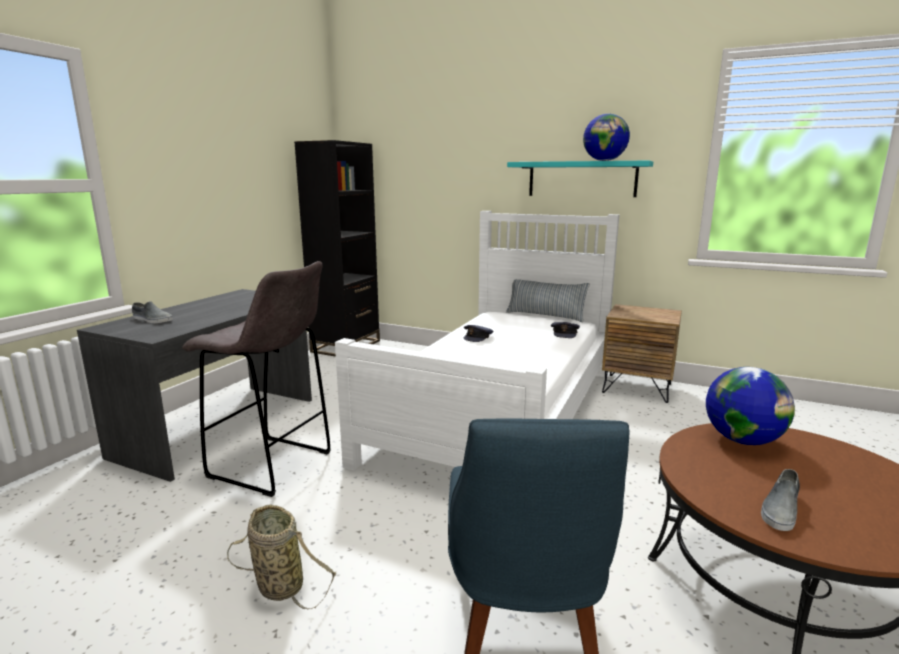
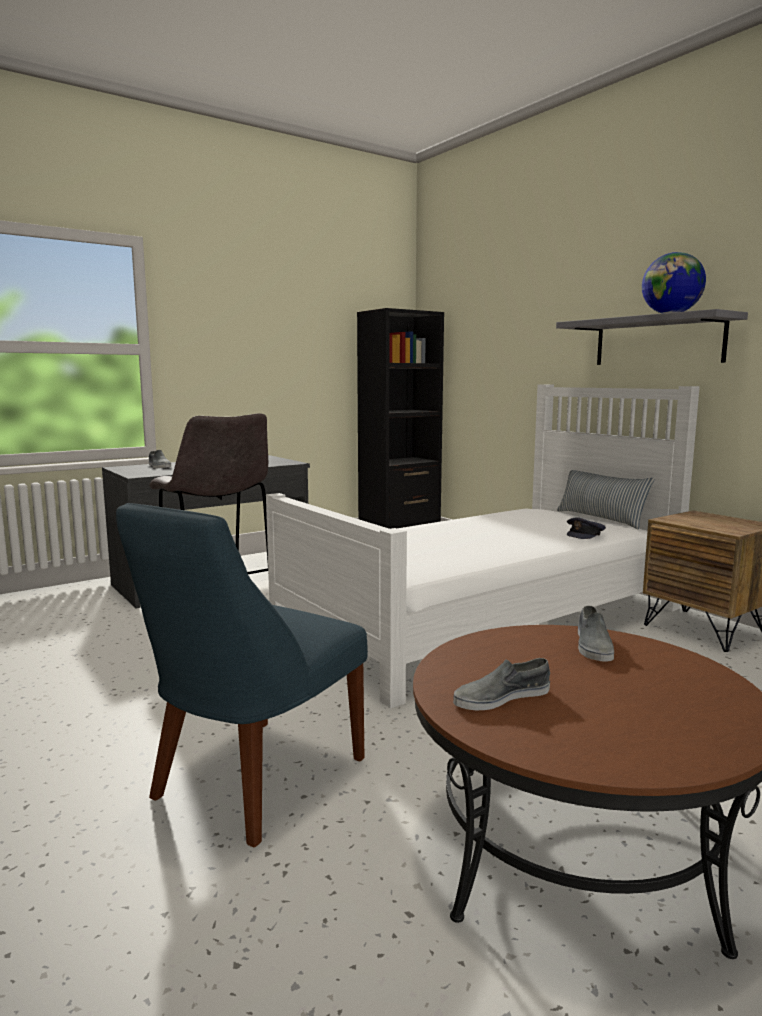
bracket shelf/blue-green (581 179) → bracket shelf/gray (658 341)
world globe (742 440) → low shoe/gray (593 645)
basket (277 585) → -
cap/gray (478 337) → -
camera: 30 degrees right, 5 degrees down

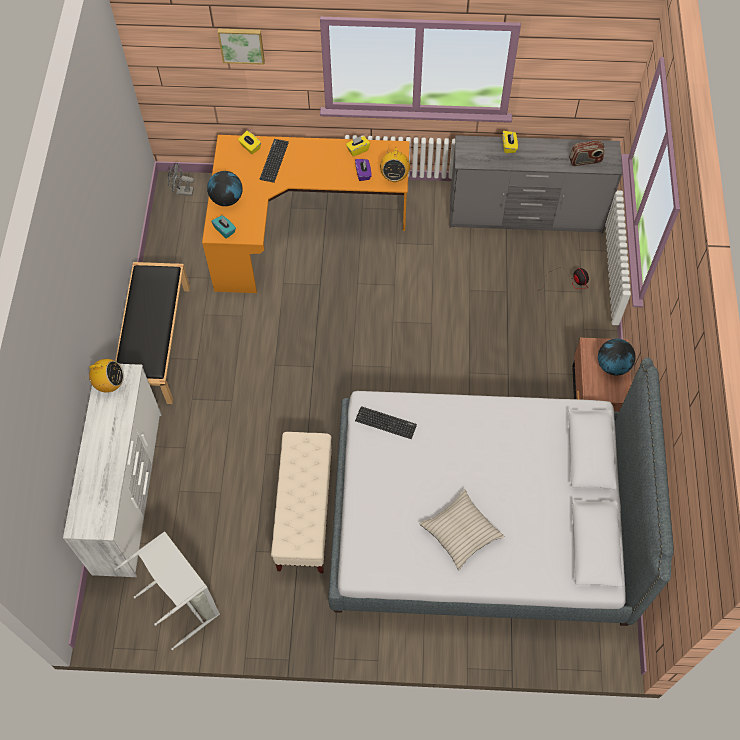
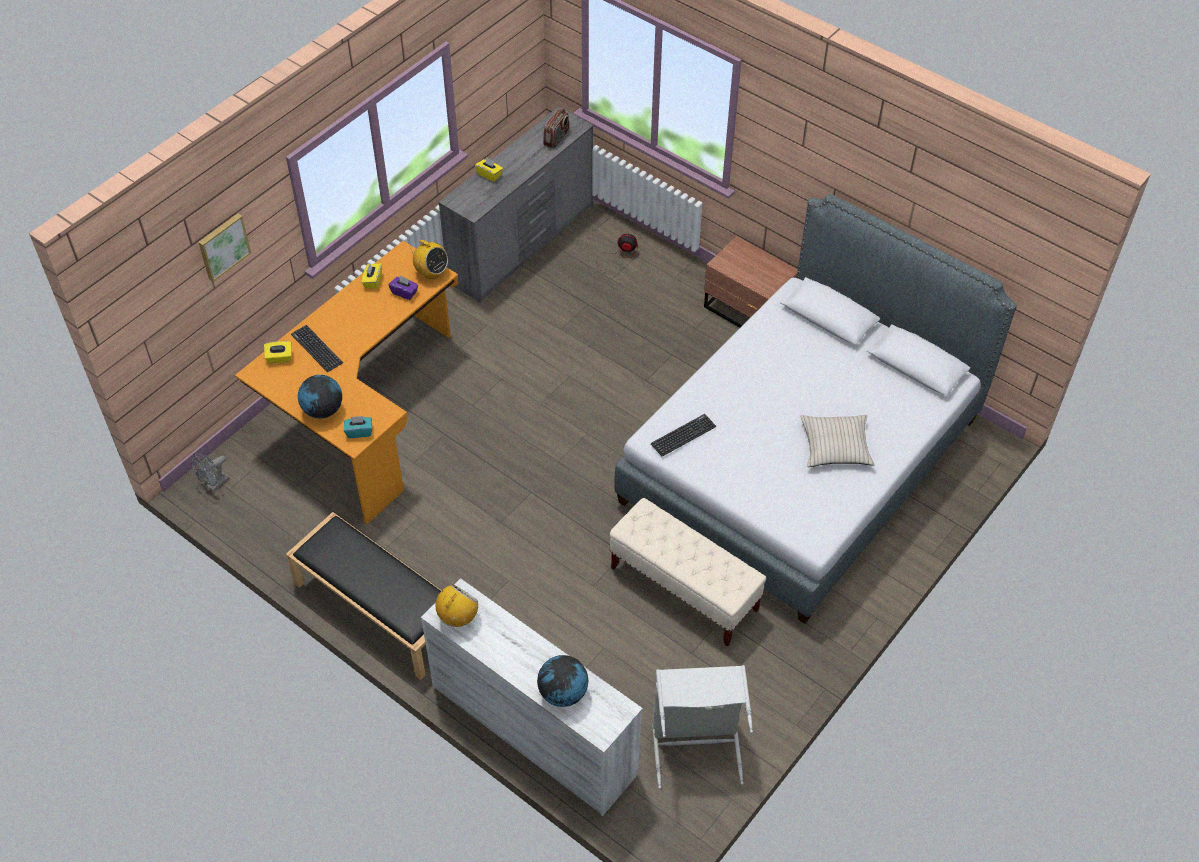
world globe (612 366) → world globe (563 693), move
camera: 55 degrees left, 10 degrees down

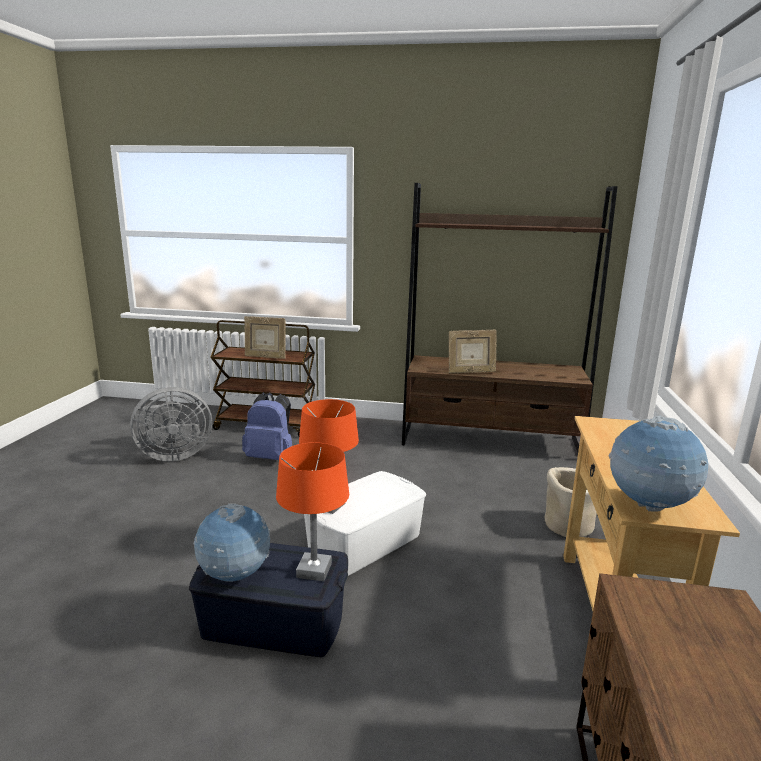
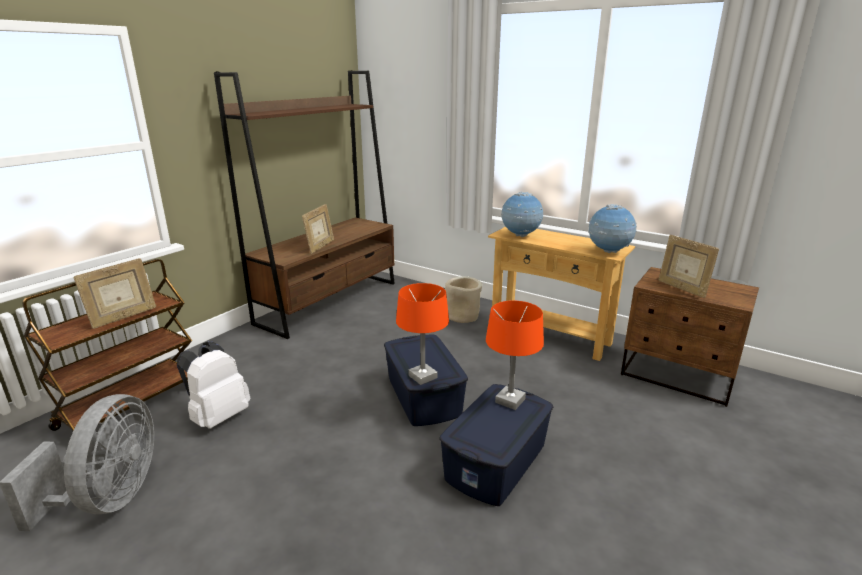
backpack/bluish (270 457) → backpack/white-coloured (218 417)
storage bin/white-coloured (364 542) → storage bin/bluish (423 396)
world globe (235 577) → world globe (520 236), move
- → picture frame (682 289)
camera: 65 degrees left, 5 degrees up

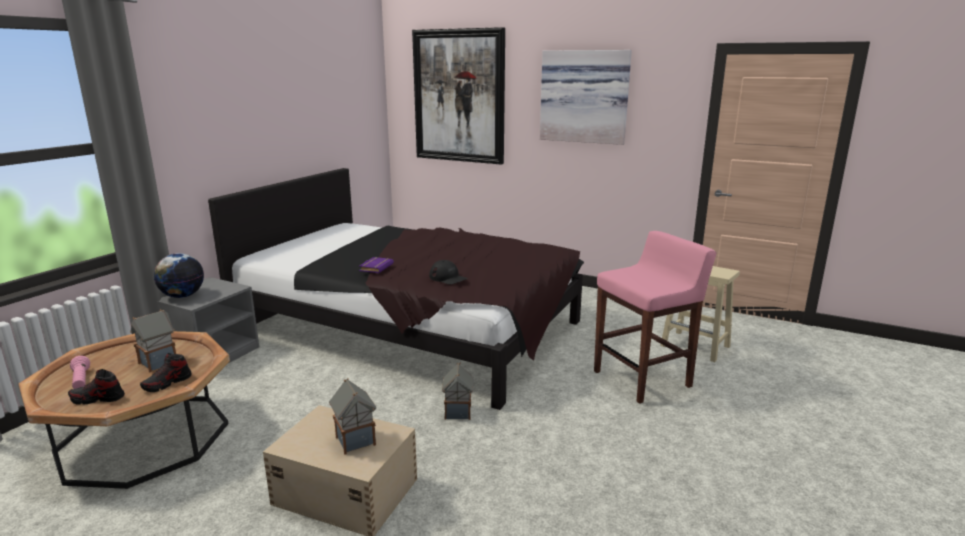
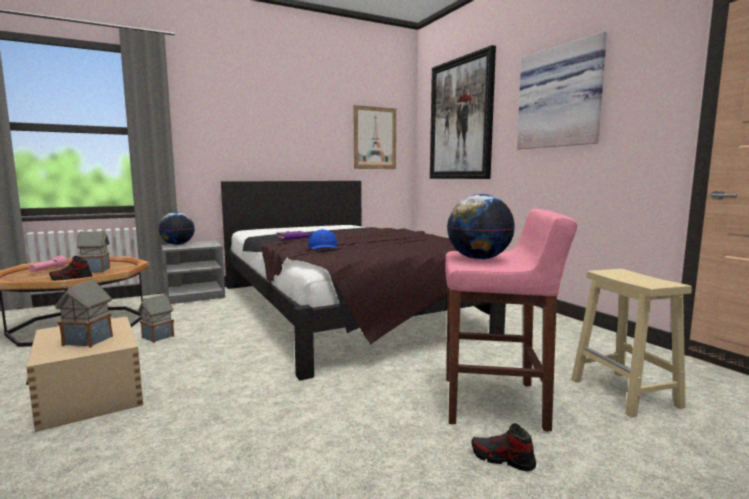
toy house (458 413) → toy house (157 337), move
cap/black (448 278) → cap/bluish (323 246)
- → wall art (375 138)
- → world globe (478 259)
low shoe (98 399) → low shoe (502 459), move
camera: 35 degrees right, 10 degrees down

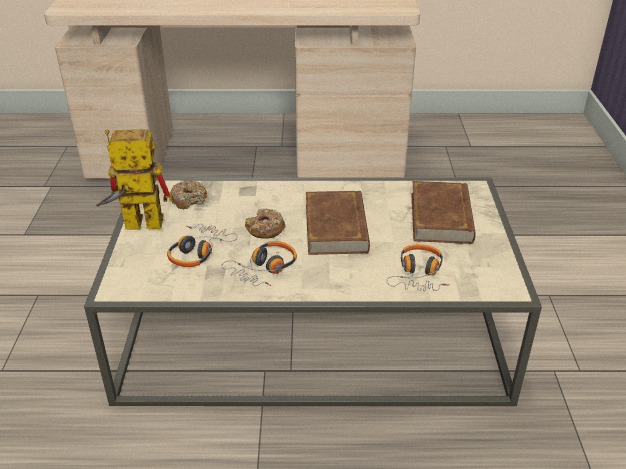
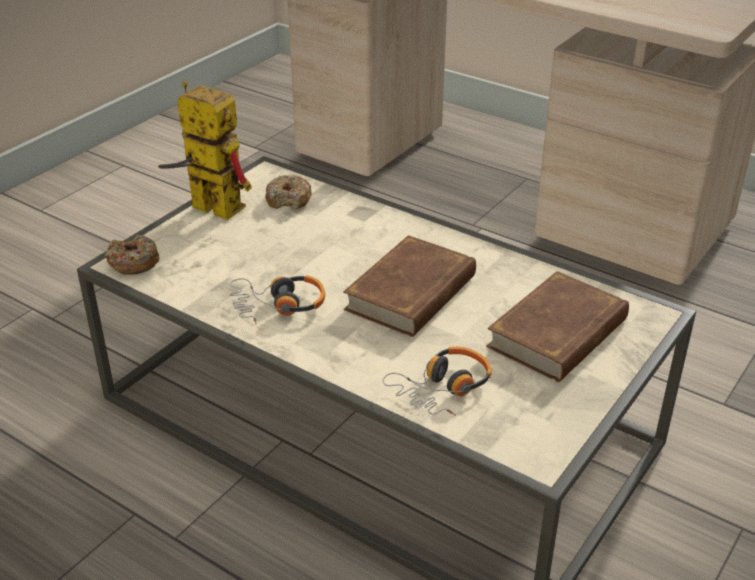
ring doughnut (265 229) → ring doughnut (133 262), move
headphones (199 251) → -
camera: 35 degrees right, 0 degrees up

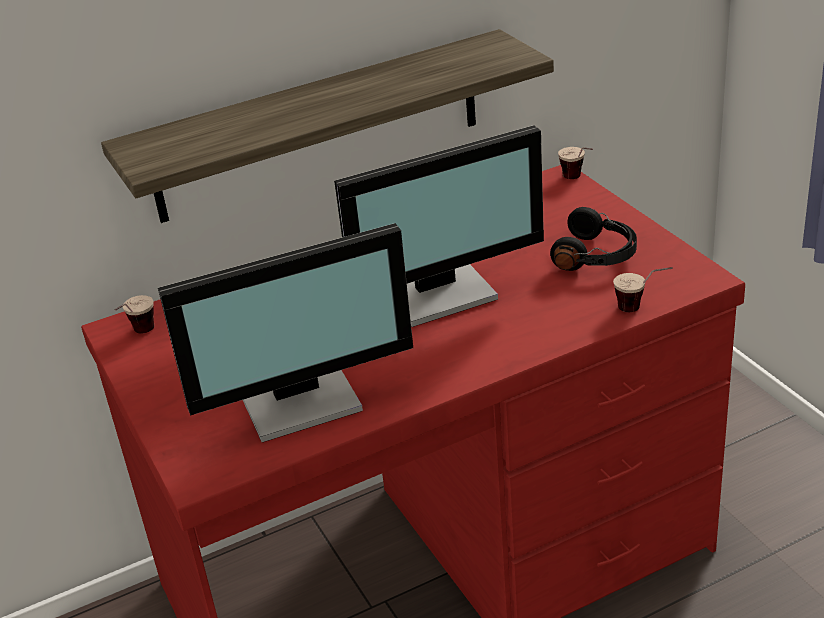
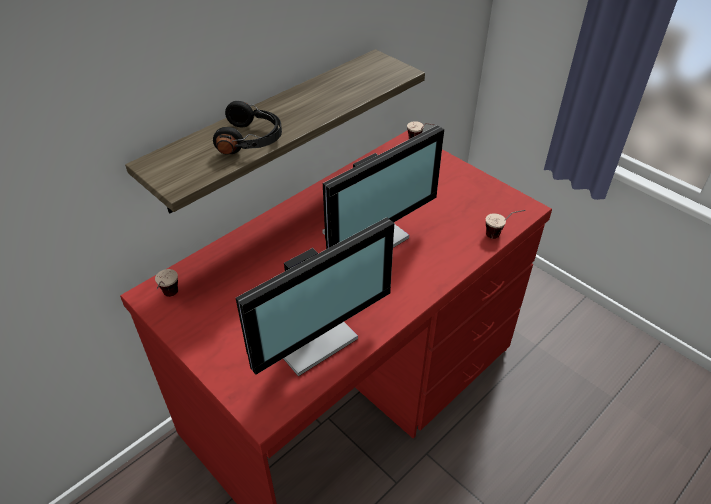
headphones/black (596 256) → headphones/black (251 140), move
camera: 20 degrees left, 10 degrees up

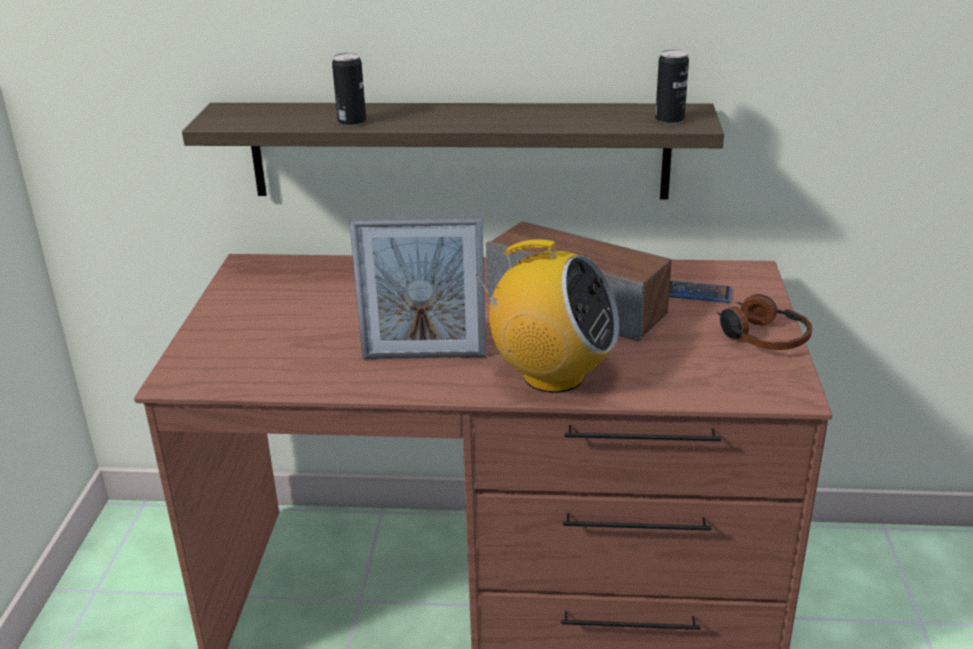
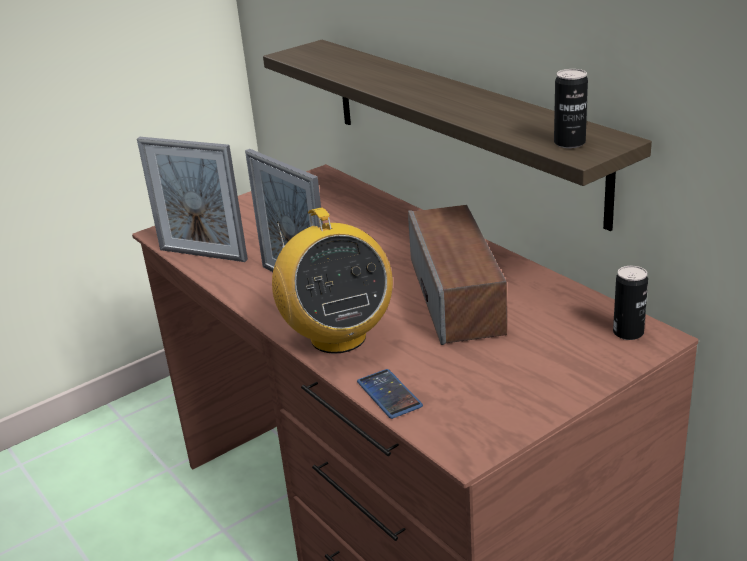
- → picture frame (203 254)
telephone (698 293) → telephone (389 394), move
metal can (352 121) → metal can (628 333), move
headphones (762 336) → -
camera: 50 degrees right, 0 degrees up

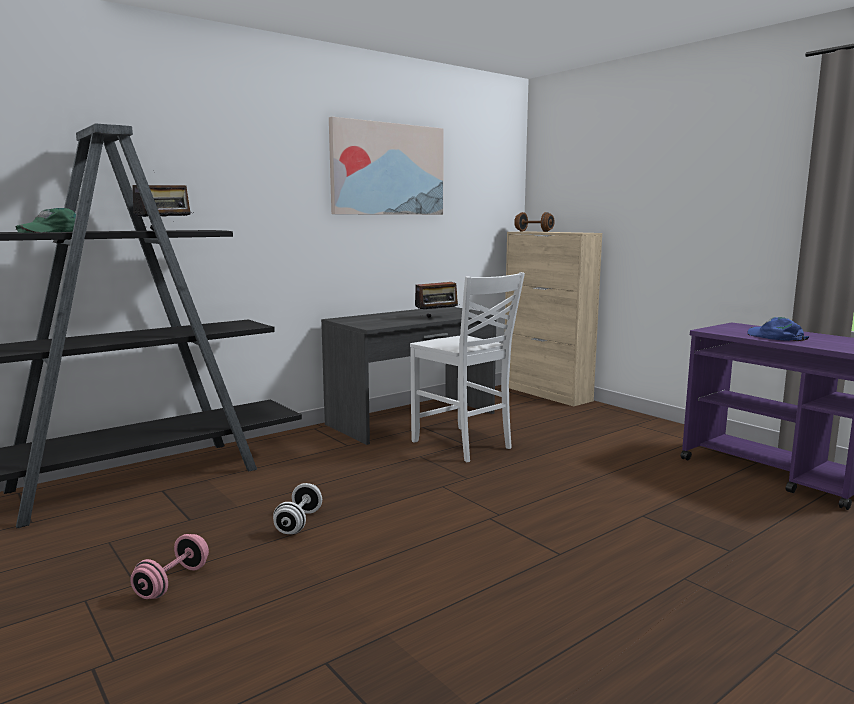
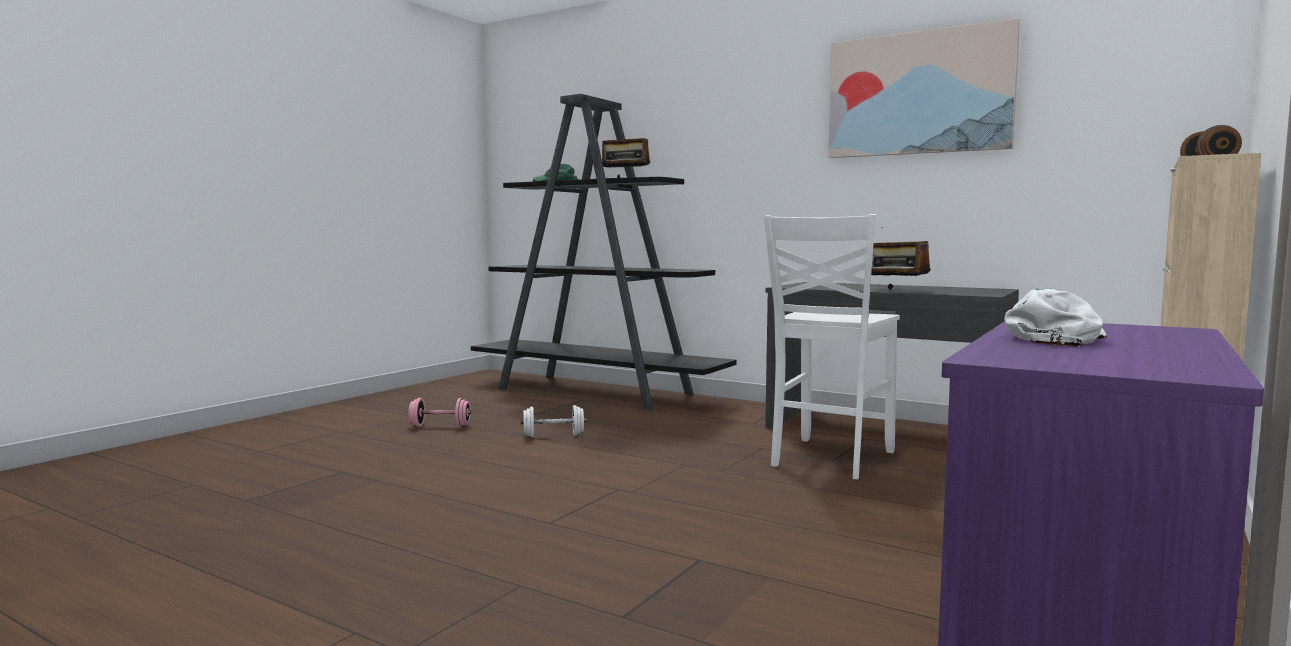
cap/bluish (775 337) → cap/white-coloured (1058 337)
camera: 70 degrees right, 5 degrees down

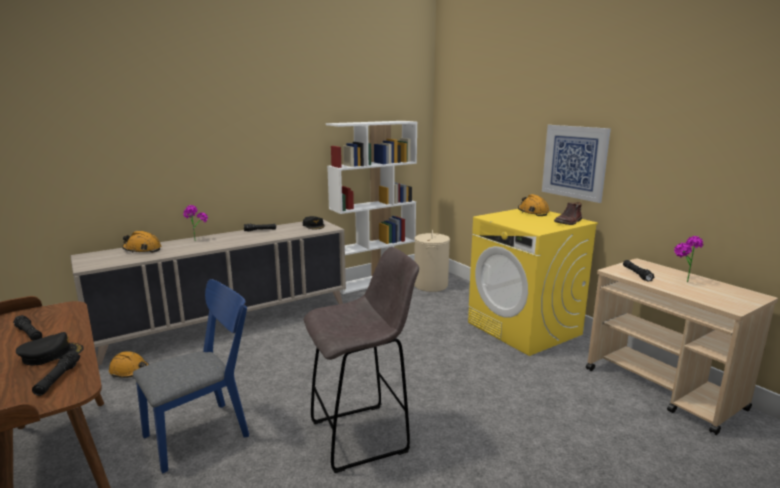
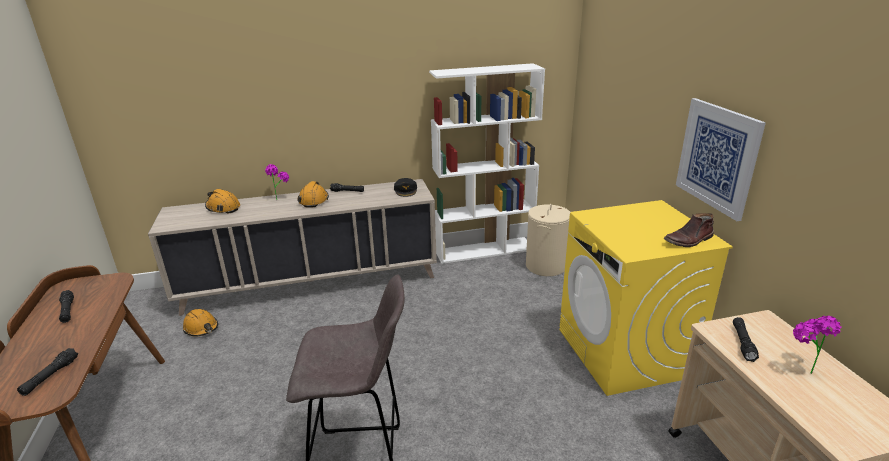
hard hat/orange (533 212) → hard hat/orange (313 200), move
cap/black (51 354) → -
upright chair/bluish (204 432) → -
camera: 20 degrees right, 10 degrees up

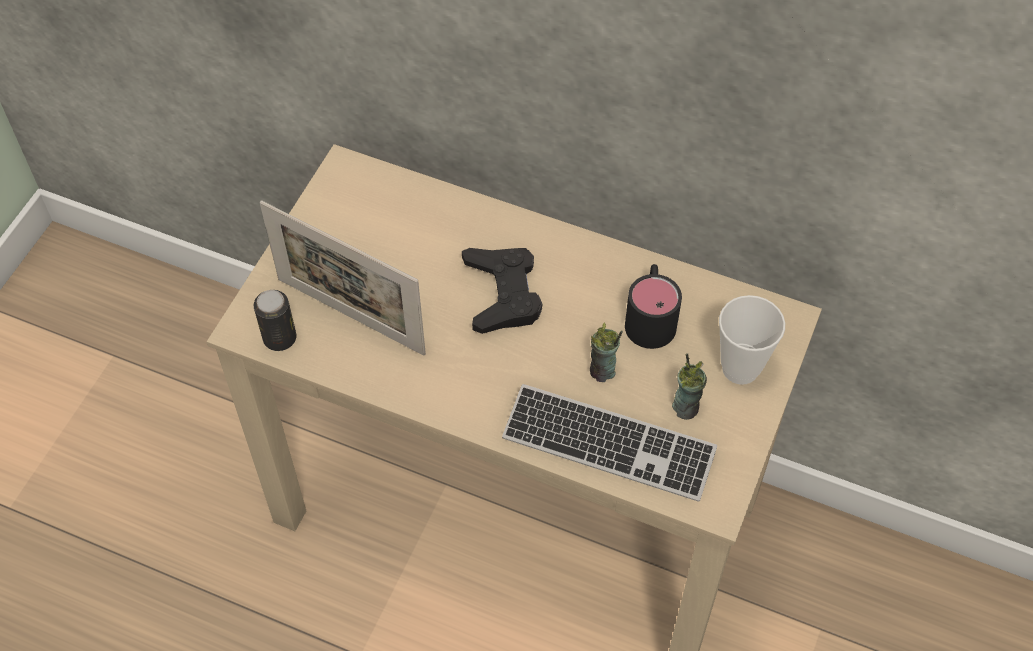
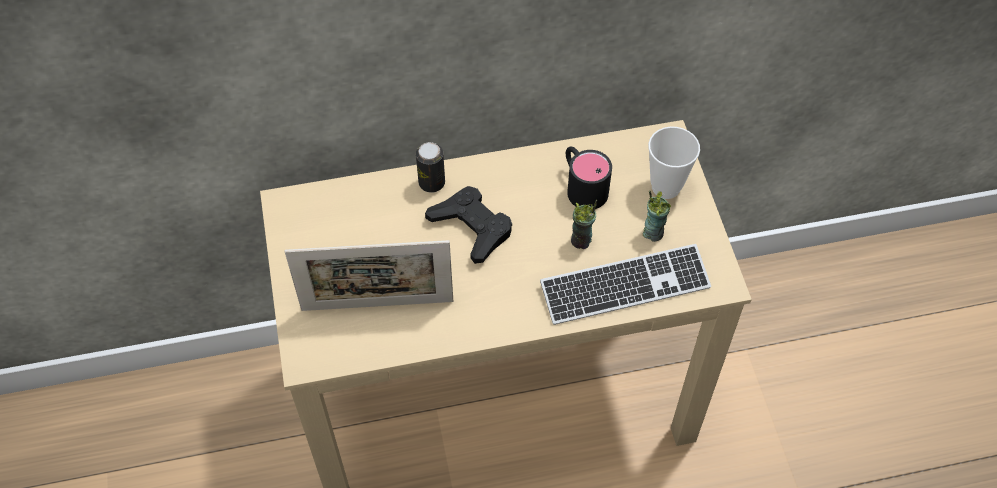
metal can (280 338) → metal can (431 183), move
camera: 35 degrees left, 0 degrees up

